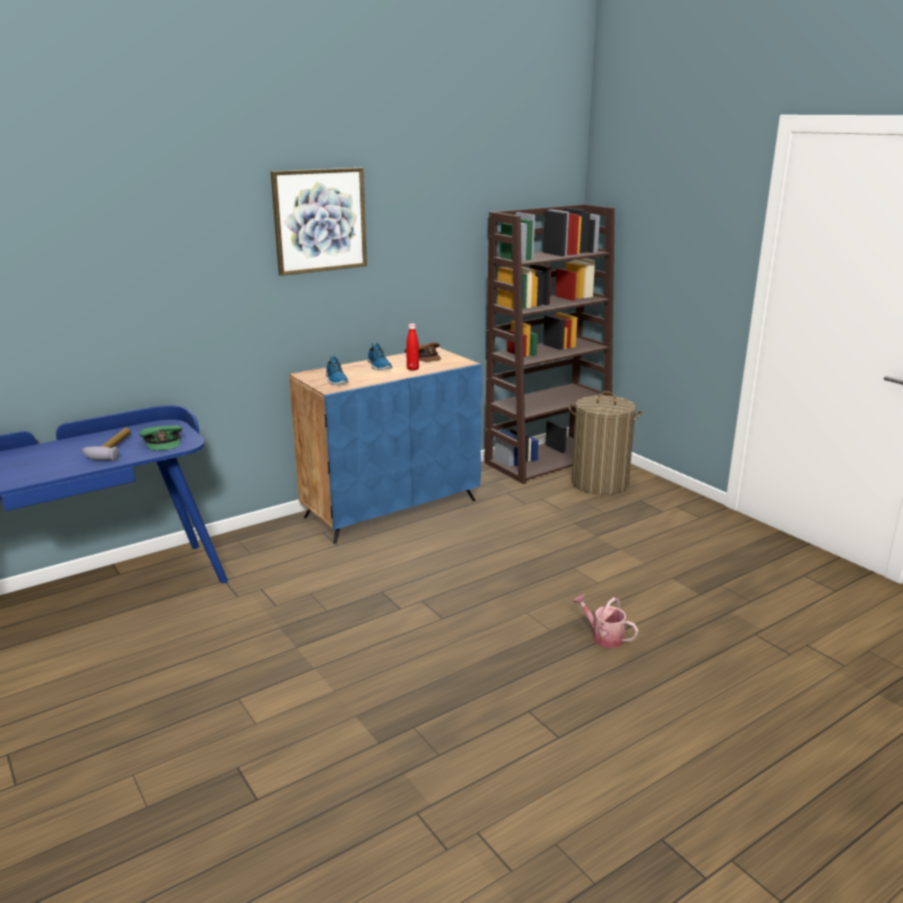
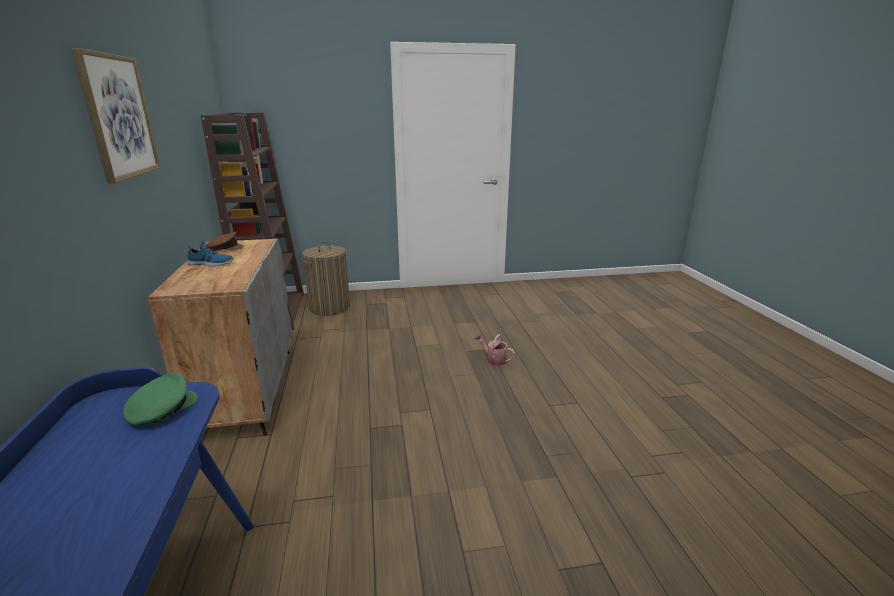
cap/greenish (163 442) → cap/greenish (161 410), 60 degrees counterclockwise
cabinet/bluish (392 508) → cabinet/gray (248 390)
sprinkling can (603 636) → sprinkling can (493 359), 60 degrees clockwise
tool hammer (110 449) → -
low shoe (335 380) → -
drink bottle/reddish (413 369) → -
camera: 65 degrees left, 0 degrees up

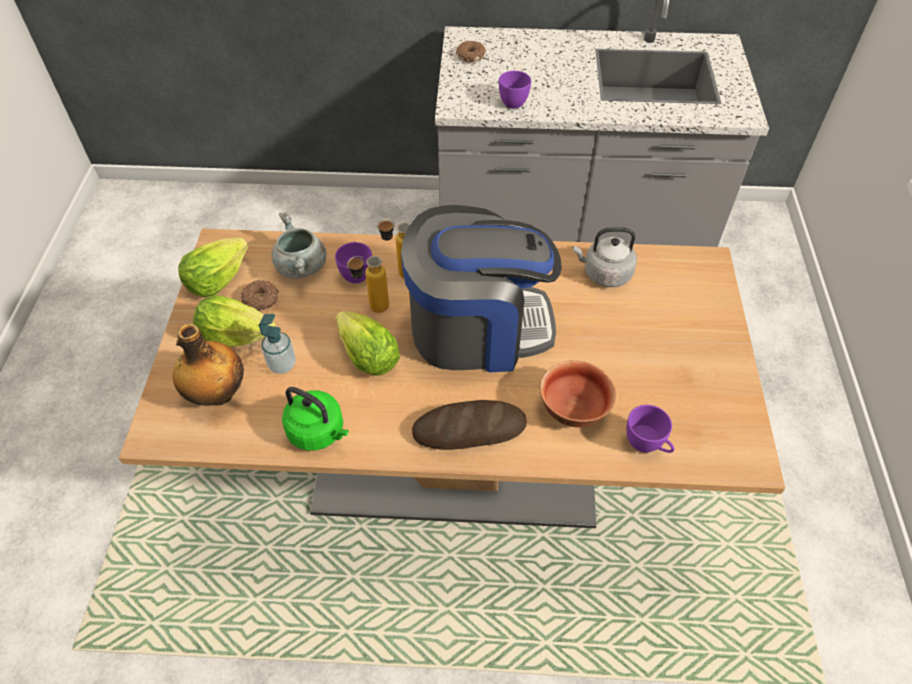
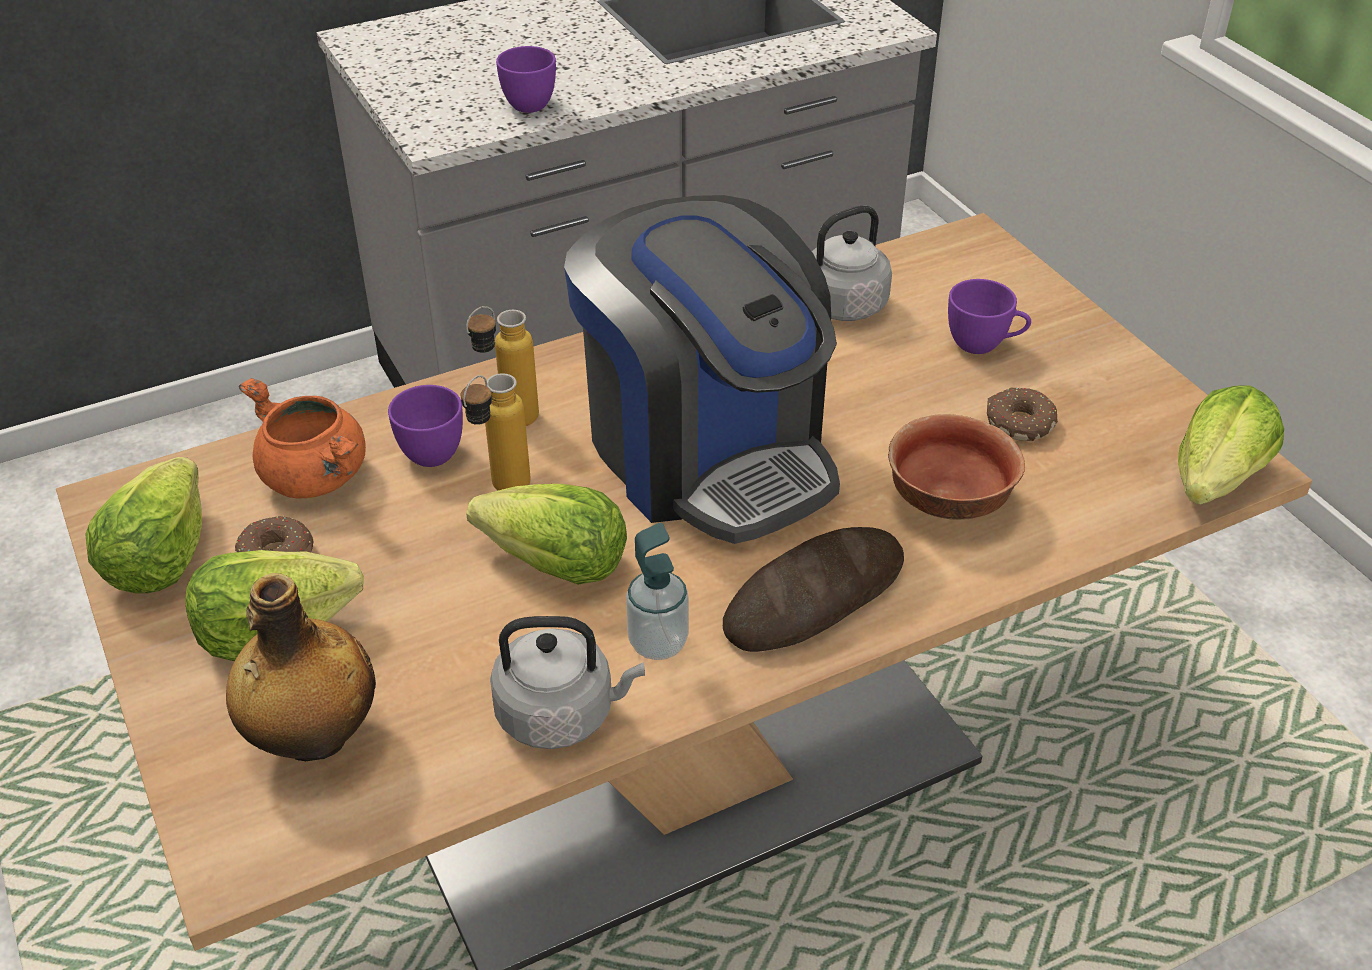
stockpot/gray (302 267) → stockpot/orange (316 477)
tea kettle/greenish (319 432) → tea kettle/gray (561 714)
coffee machine (478 328) → coffee machine (707 451), 90 degrees clockwise
soap bottle (282 364) → soap bottle (658 643), move
drinking cup/purple-coloured (647 445) → drinking cup/purple-coloured (984 345), move
ring doughnut (470 55) → ring doughnut (1018 422), move
- → lettuce head (1216 480)
camera: 30 degrees left, 10 degrees down

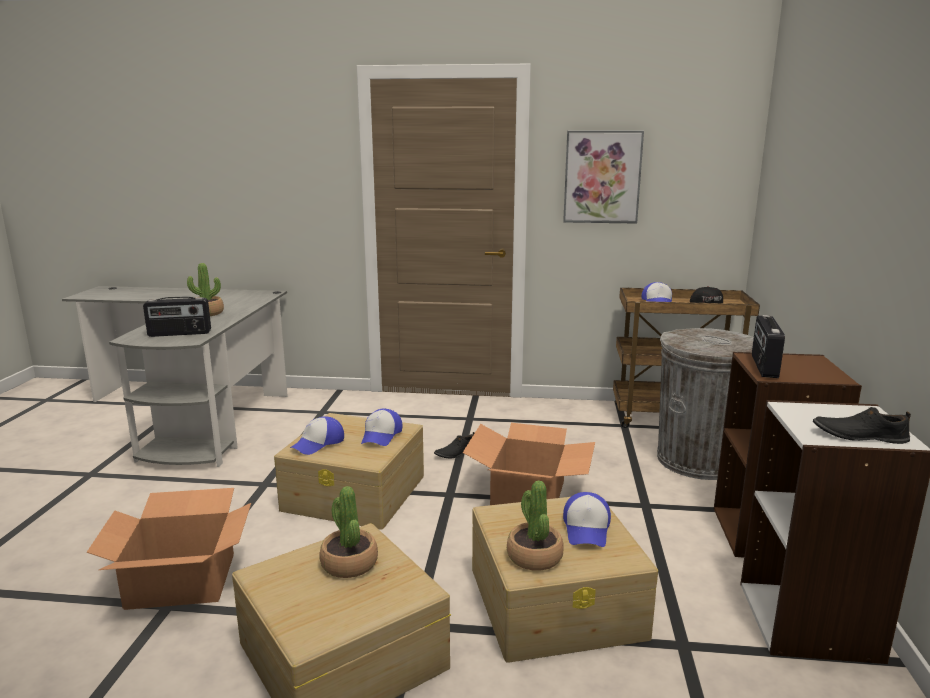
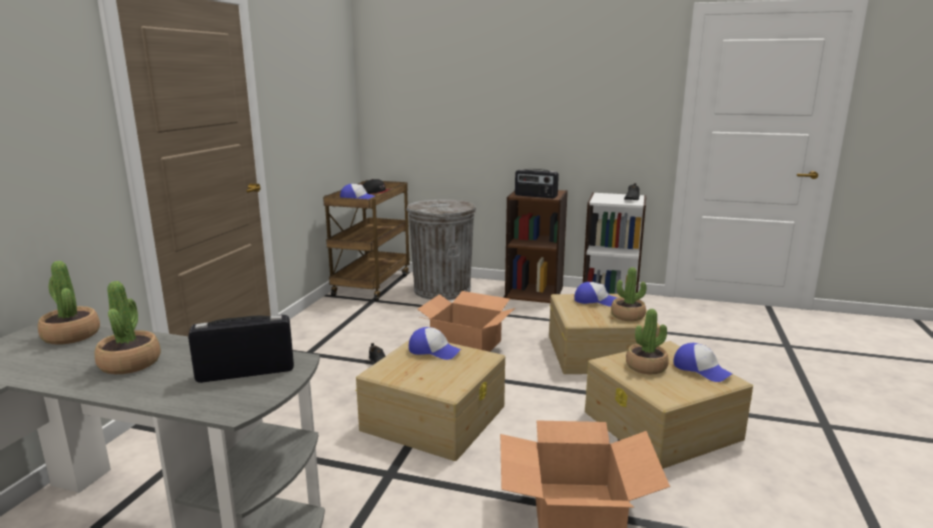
- → plant in a pot (71 335)
radio (179 334) → radio (246 372), 105 degrees counterclockwise
cap (318 443) → cap (701 370), move
wall art (602 177) → -
camera: 80 degrees left, 0 degrees up

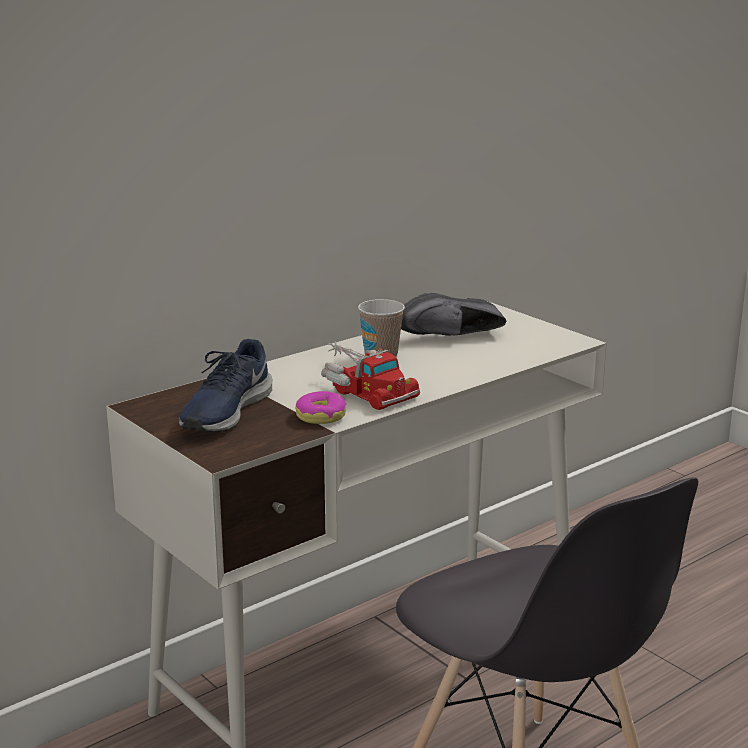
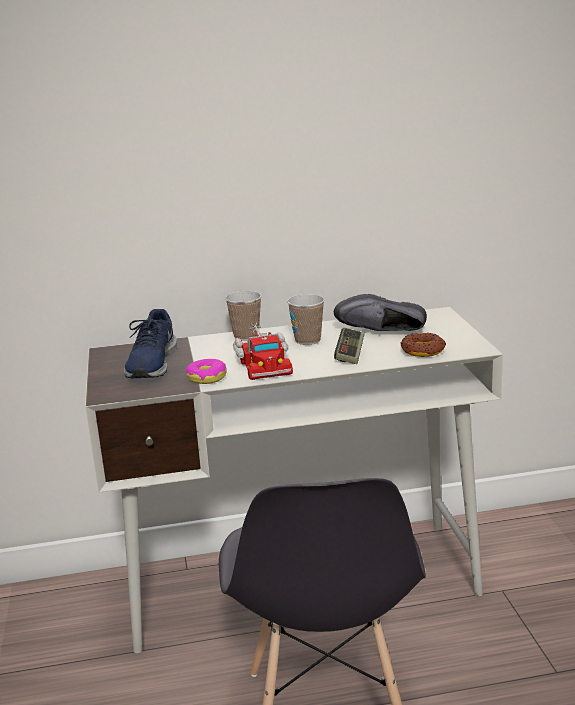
low shoe/bluish (225 411) → low shoe/bluish (151 364), 45 degrees counterclockwise
- → drinking cup (246 336)
- → gamepad (350 354)
- → ring doughnut (423 350)
camera: 30 degrees right, 0 degrees up

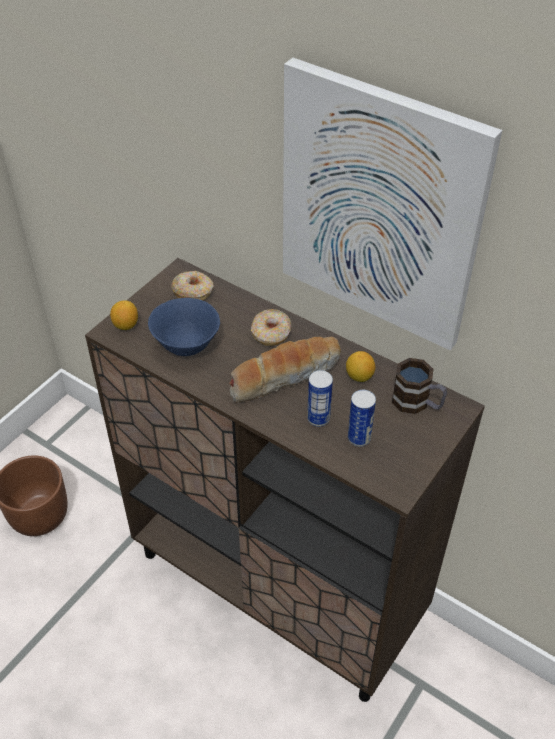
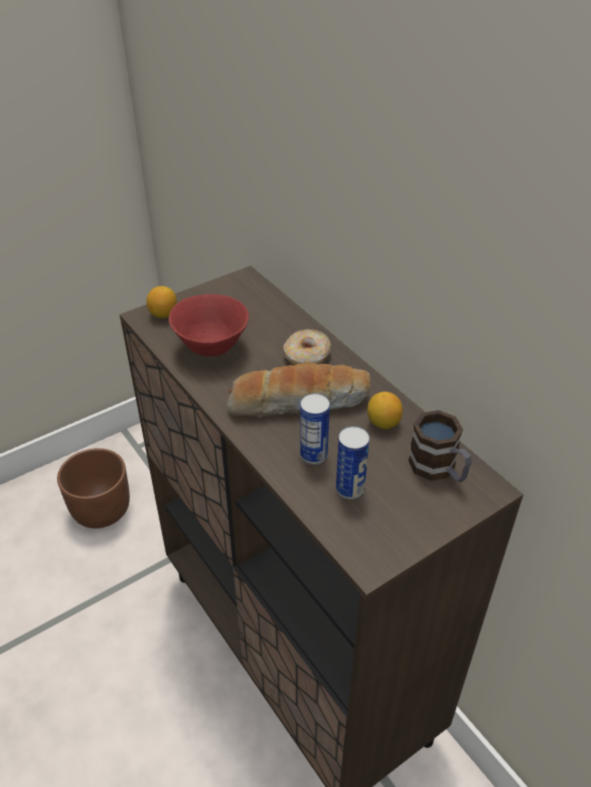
serving bowl/bluish (187 346) → serving bowl/reddish (212 348)
ring doughnut (193 292) → -
wall art (380 208) → -
camera: 20 degrees right, 5 degrees down

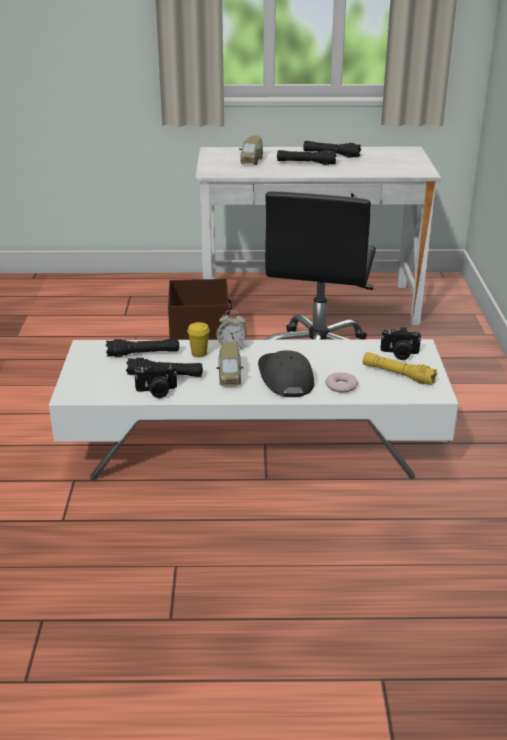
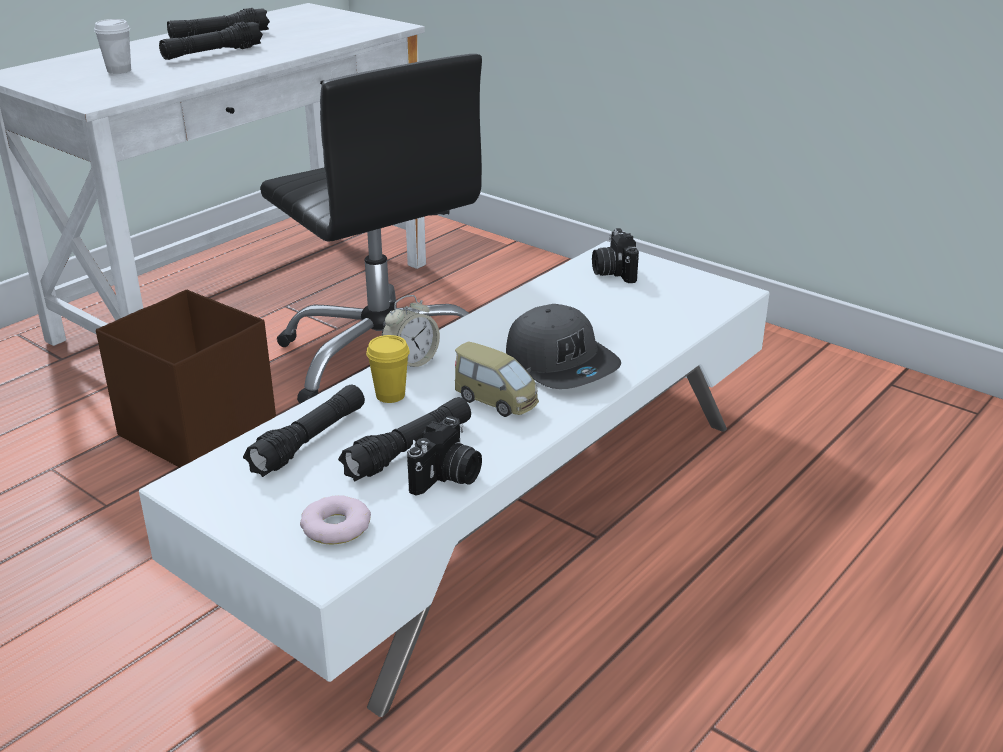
toy car (251 161) → drinking cup/white-coloured (119 70)
ring doughnut (341 386) → ring doughnut (335 526), move
cap/gray (284 378) → cap/gray (562 364), 150 degrees counterclockwise
still camera (399 354) → still camera (613 272), 120 degrees clockwise
hand torch/yellowish (398 375) → -
camera: 50 degrees left, 0 degrees up

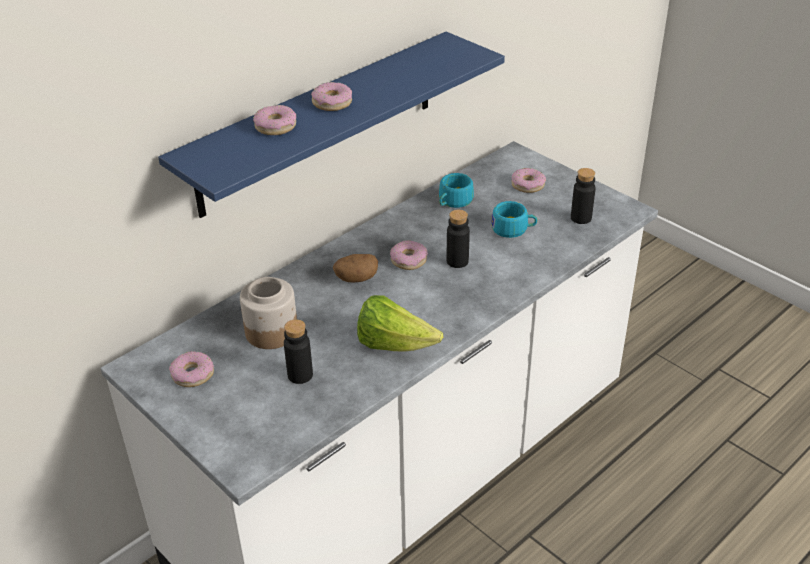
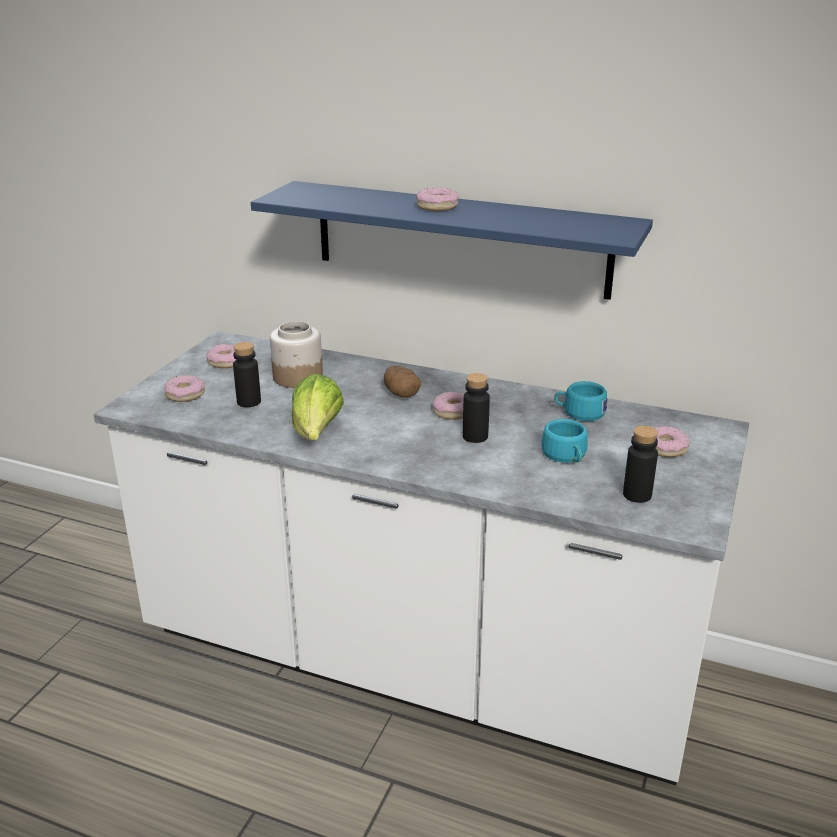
ring doughnut (275 126) → ring doughnut (185 394), move
camera: 65 degrees right, 10 degrees down

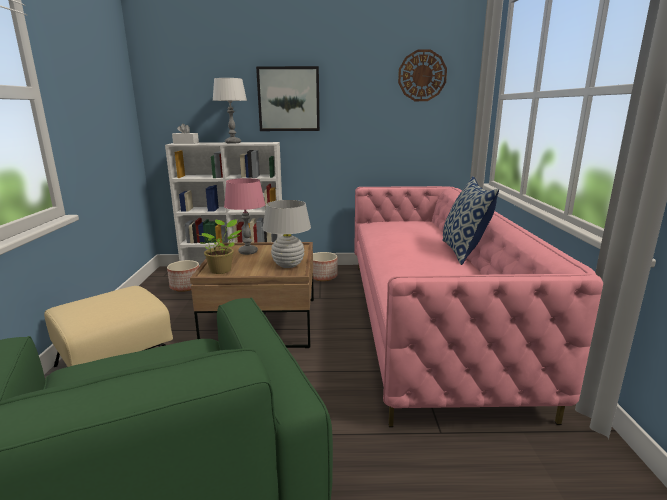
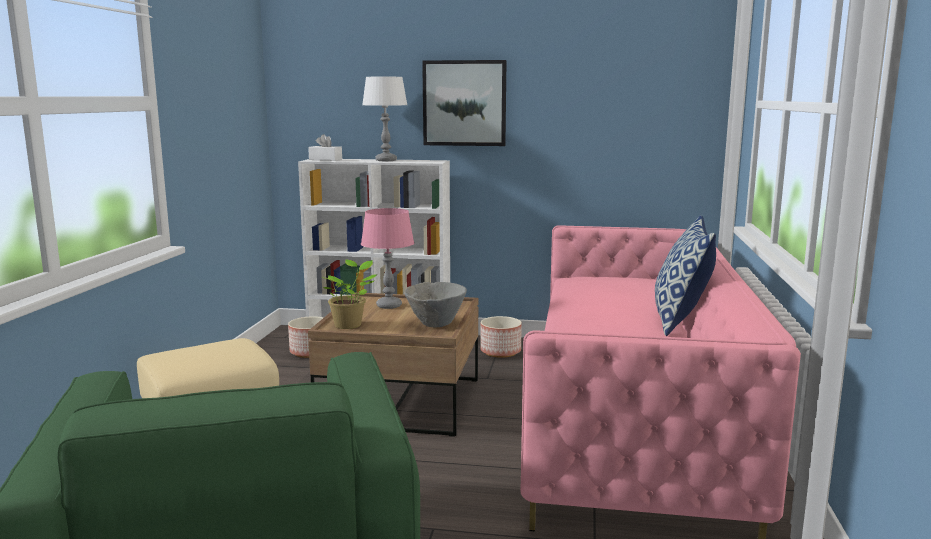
table lamp/white-coloured (288 265) → serving bowl/gray (435 324)
clock on the wall (422 75) → -
camera: 10 degrees right, 5 degrees down

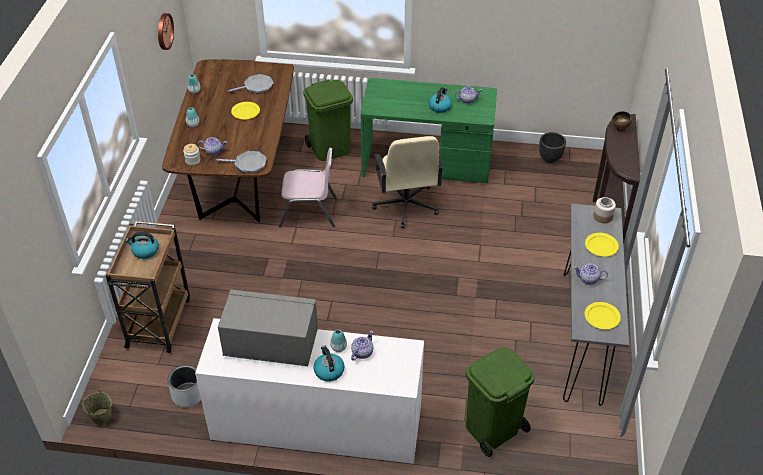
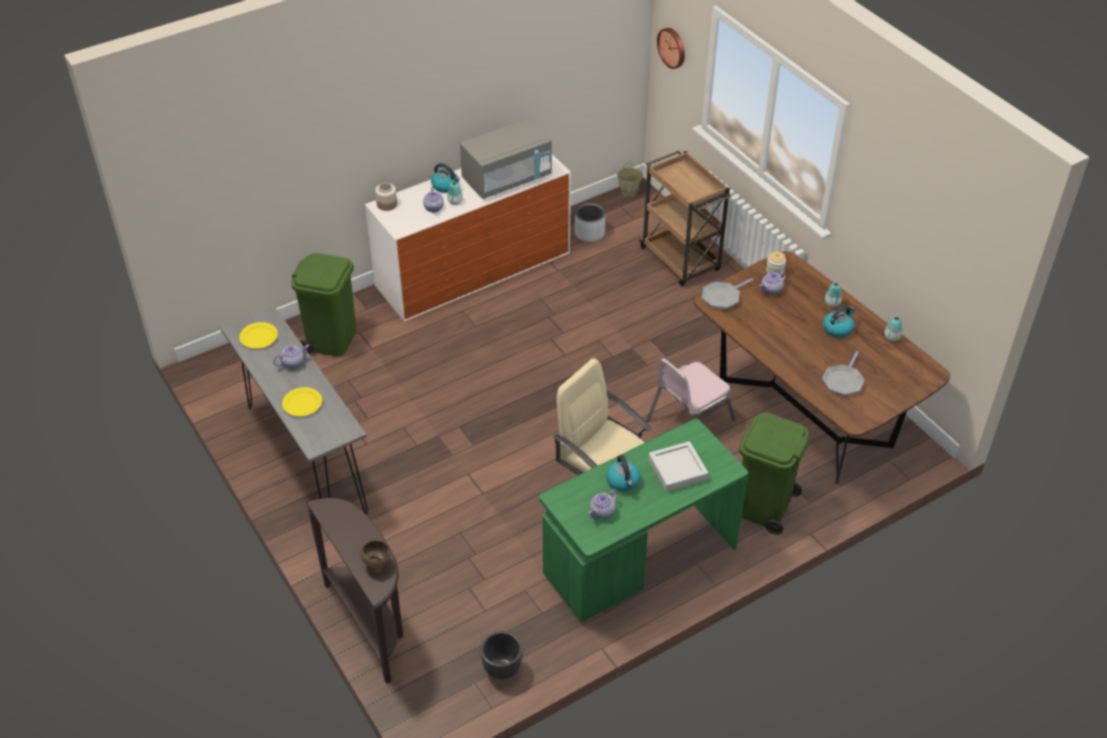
jar (602 217) → jar (387 204), move
- → serving tray/gray (677 470)
clock on the wall (163 31) → clock on the wall (672 47), move
tea kettle (145 251) → tea kettle (837 329), move
plate/yellowish (245 111) → -
camera: 140 degrees right, 0 degrees up

